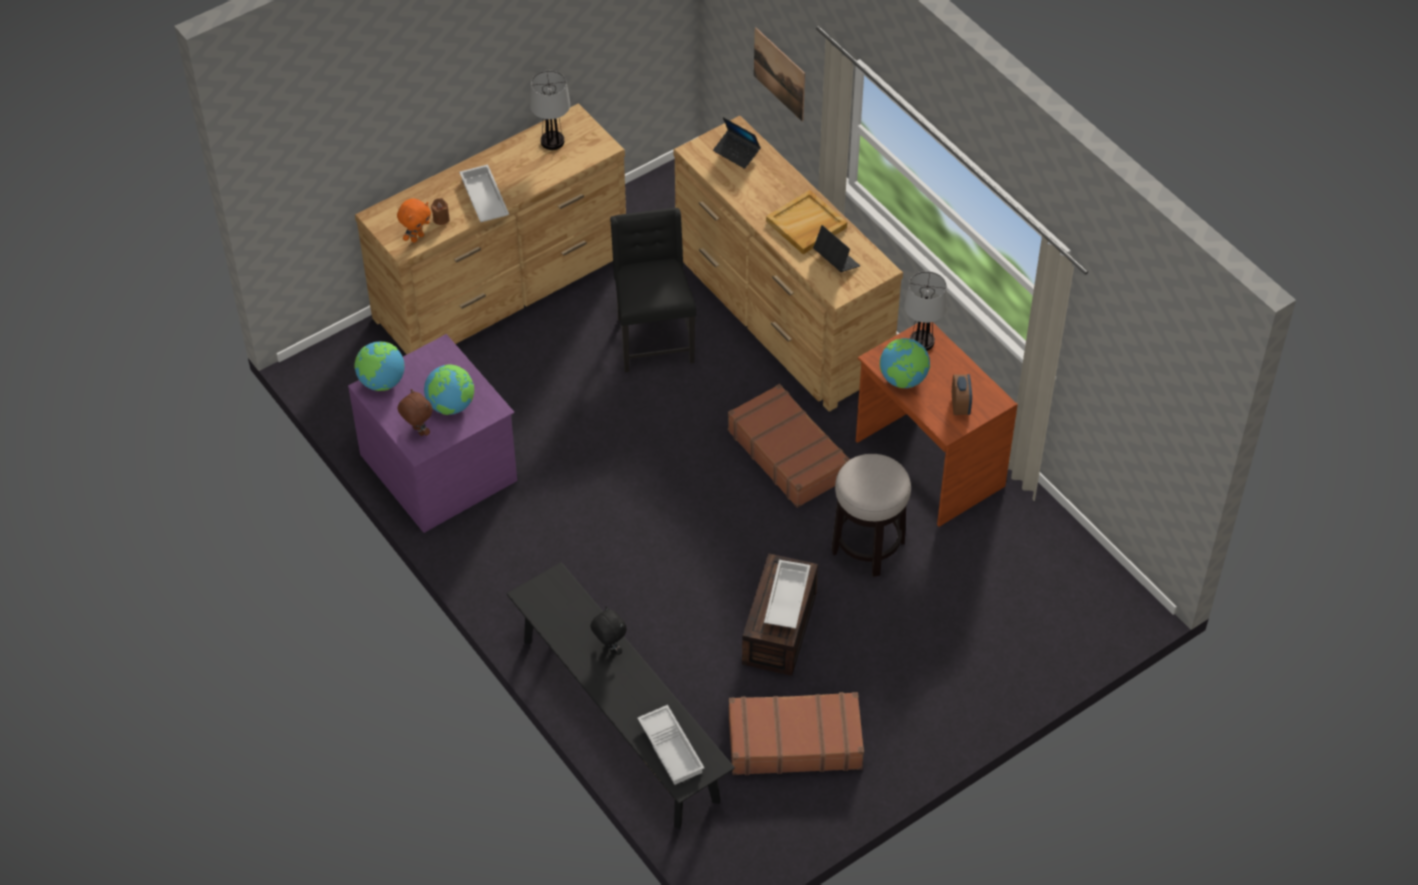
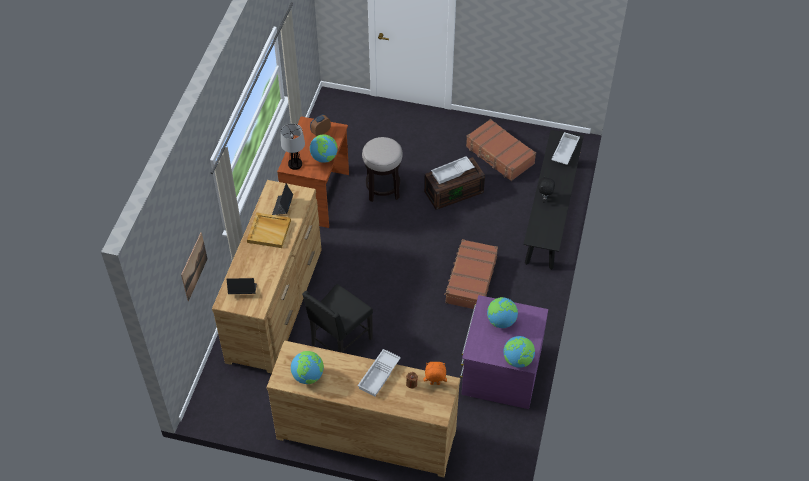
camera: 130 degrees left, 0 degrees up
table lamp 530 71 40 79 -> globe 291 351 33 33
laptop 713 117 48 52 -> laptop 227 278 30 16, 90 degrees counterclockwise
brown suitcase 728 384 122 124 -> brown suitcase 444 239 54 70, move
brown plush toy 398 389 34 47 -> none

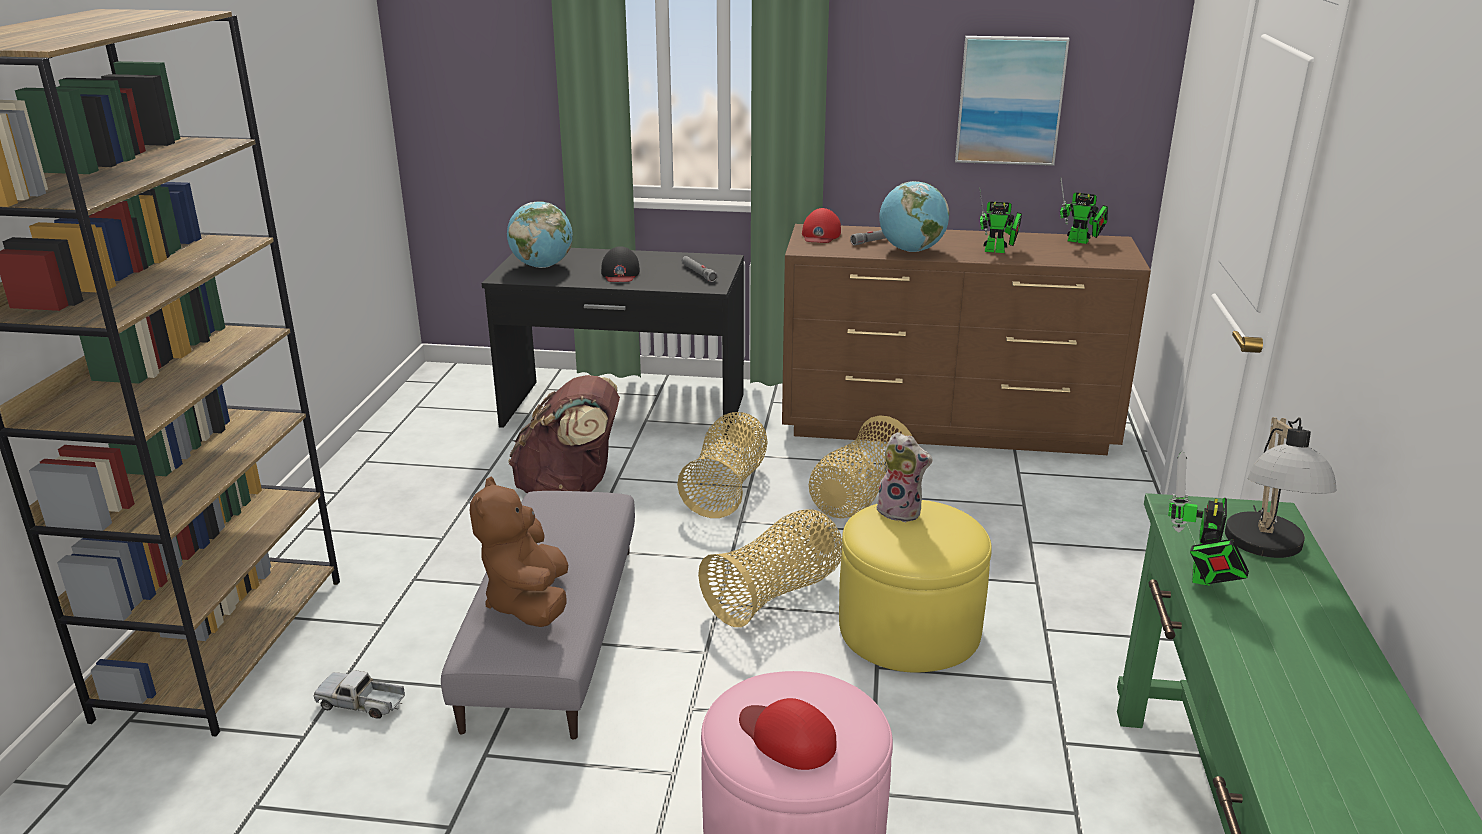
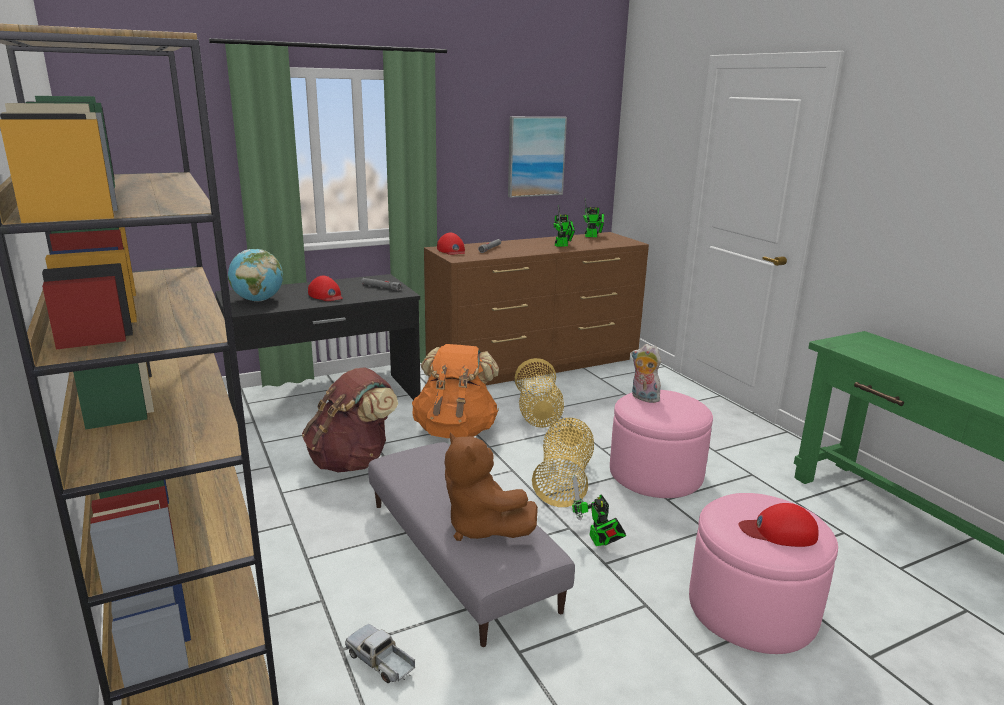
camera: 35 degrees left, 5 degrees down
globe 879 181 70 71 -> none
black cap 601 246 39 36 -> red cap 308 276 35 25
basket 677 412 91 106 -> orange backpack 412 344 87 94
table lamp 1225 417 111 141 -> none
plush toy 877 432 55 91 -> plush toy 632 344 29 59, 135 degrees counterclockwise
toy robot 1168 451 81 135 -> toy robot 572 475 54 71, move
yellow ottoman 839 500 153 173 -> pink ottoman 610 390 103 108
toy truck 313 670 92 49 -> toy truck 345 624 70 59, 60 degrees clockwise

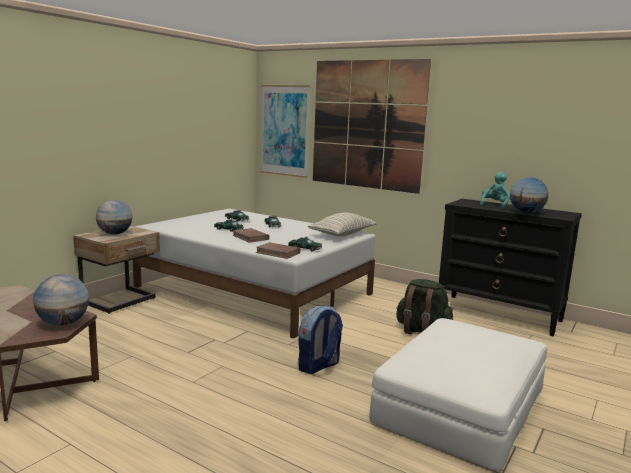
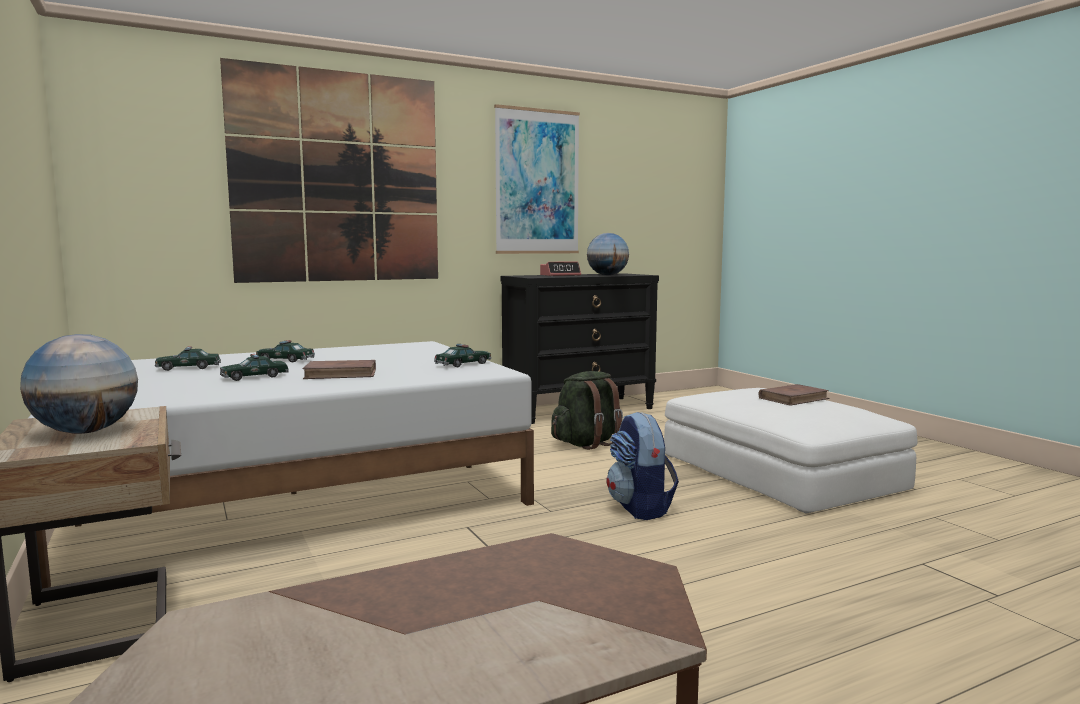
camera: 60 degrees left, 5 degrees down
picture 260 85 50 93 -> picture 494 104 86 150, move
turquoise plush toy 480 172 30 37 -> alarm clock 540 261 41 15
pillow 308 213 69 23 -> none
brown book 256 242 45 17 -> brown book 759 384 71 22, move
globe 33 274 56 51 -> none

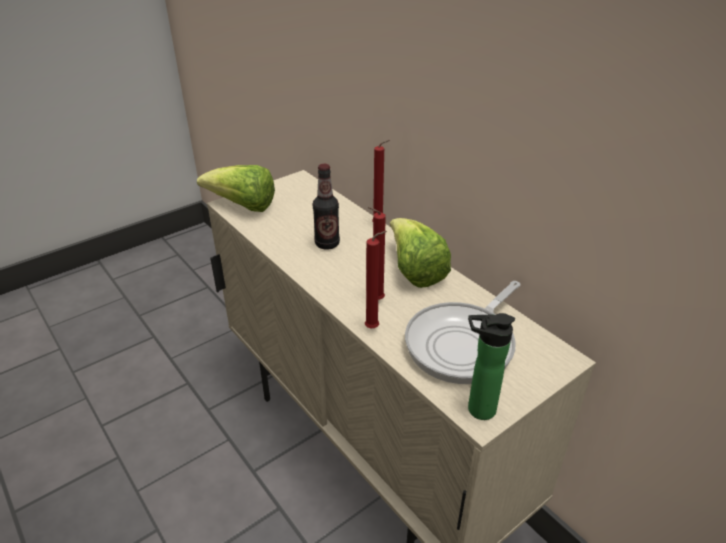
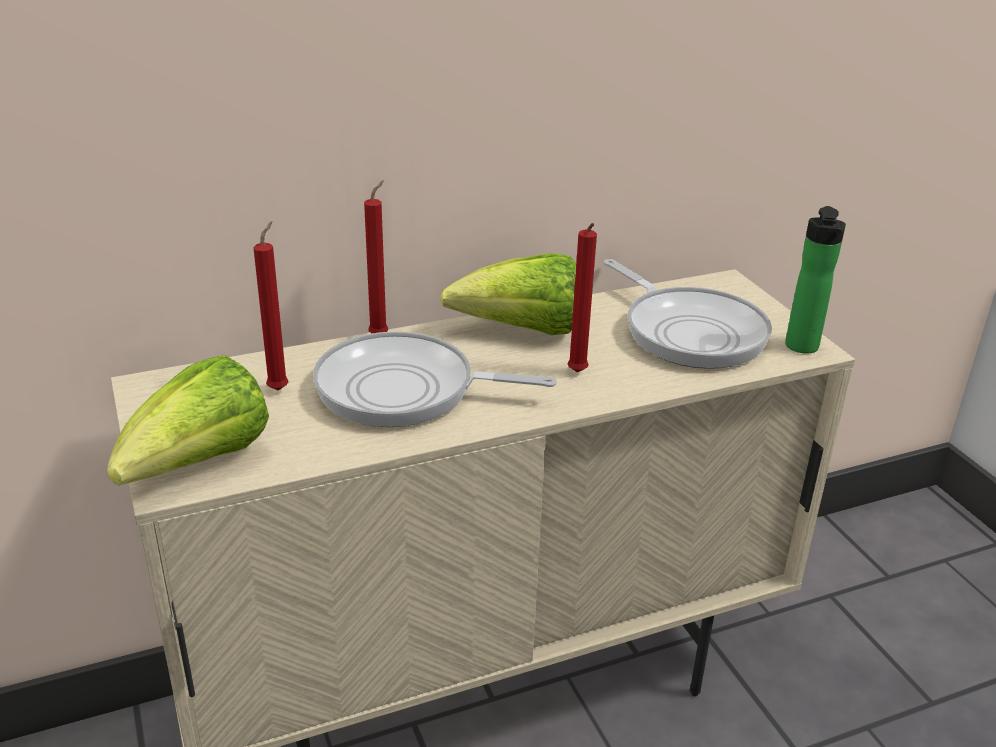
camera: 75 degrees left, 5 degrees down
bottle 313 164 27 86 -> frying pan 313 331 244 96
red candle 365 231 22 97 -> red candle 253 221 35 169, move

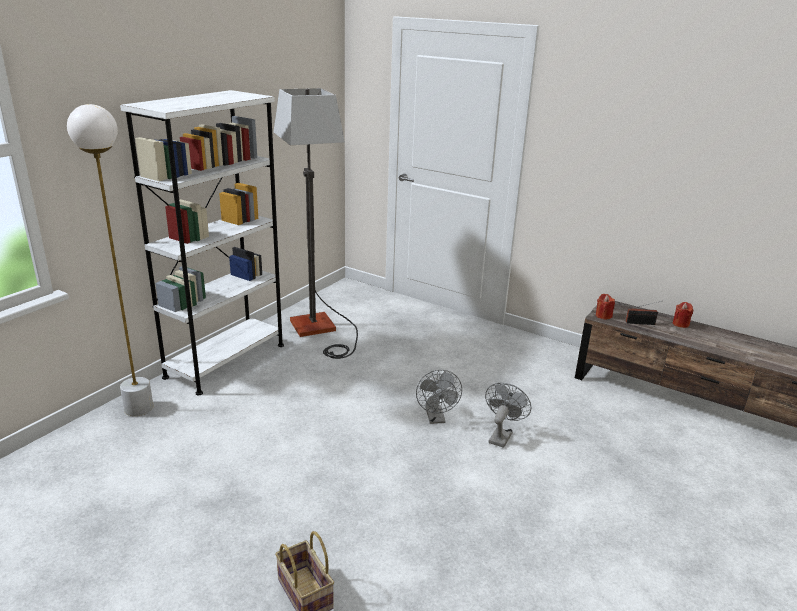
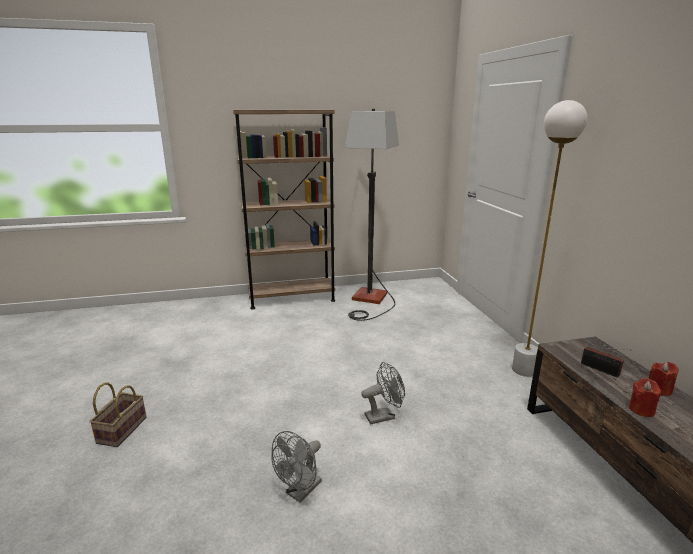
camera: 45 degrees right, 5 degrees down
white bookcase 120 90 164 305 -> brown bookcase 233 110 102 200
white floor lamp 67 104 86 312 -> white floor lamp 512 100 76 277, move
red candle 596 294 19 25 -> red candle 629 378 32 39, move
grey fan 416 370 46 54 -> grey fan 272 431 50 72, move

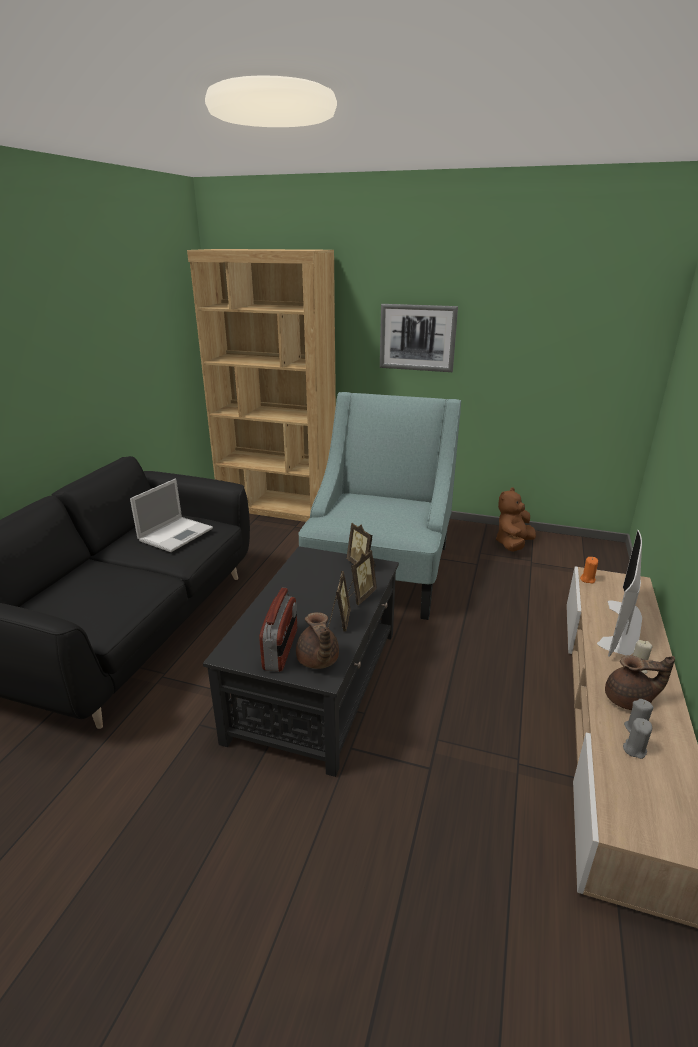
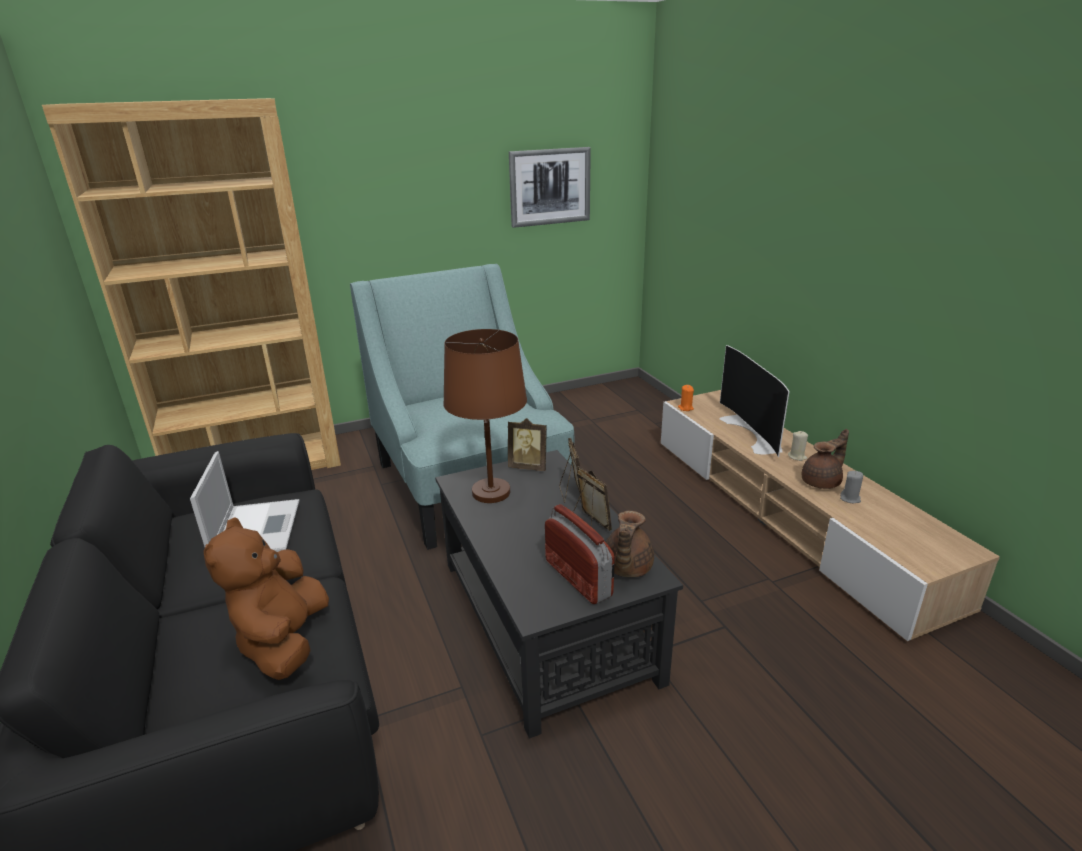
camera: 40 degrees left, 0 degrees up
picture 380 304 78 68 -> picture 509 147 82 81, move
brown plush toy 496 488 40 64 -> brown plush toy 203 517 126 163, move
brown teapot 296 612 43 57 -> brown teapot 606 511 48 66, 75 degrees clockwise
grey candle 623 718 29 41 -> none
none -> brown table lamp 443 329 84 174

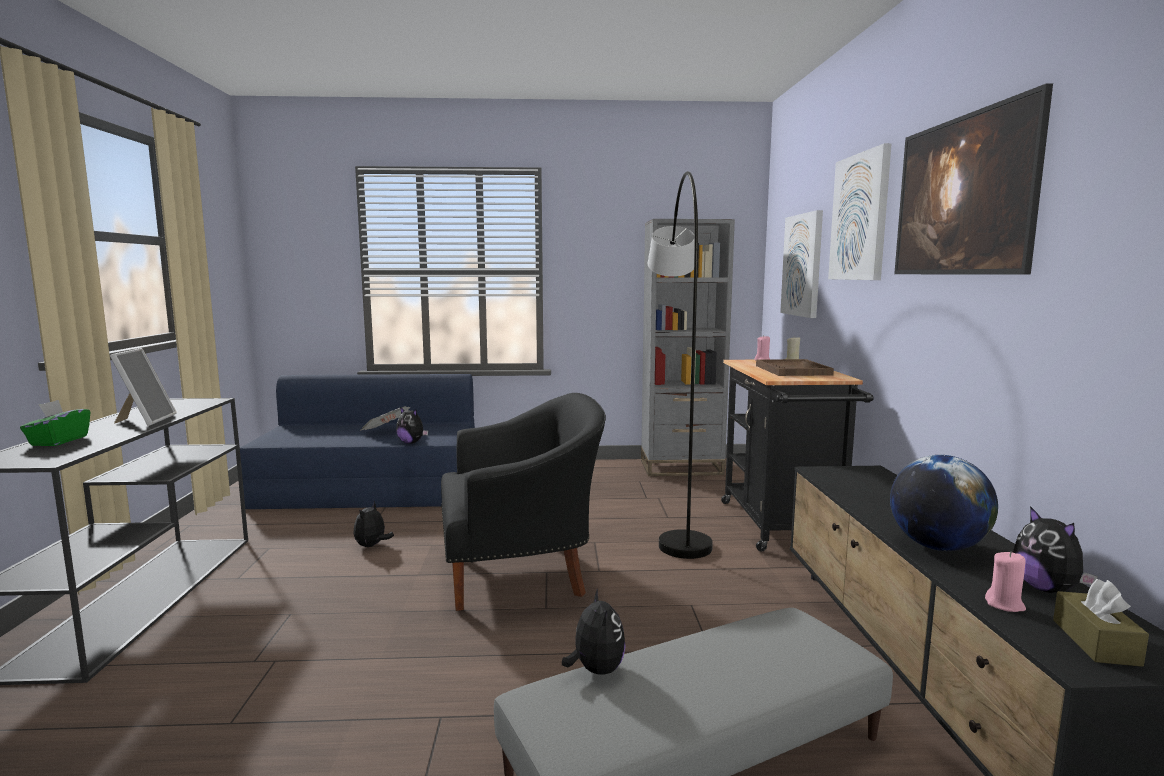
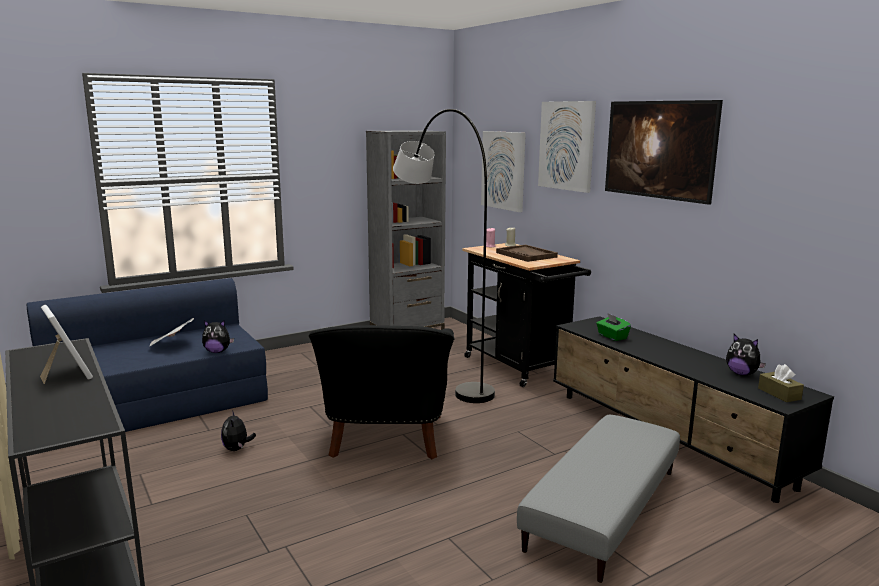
camera: 30 degrees left, 5 degrees up
black armchair 441 393 165 218 -> black armchair 309 325 146 134, 135 degrees clockwise
green tissue box 20 400 70 46 -> green tissue box 596 313 35 28, move
globe 890 455 108 96 -> none
pink candle 985 551 41 61 -> none
plush toy 562 588 64 87 -> none

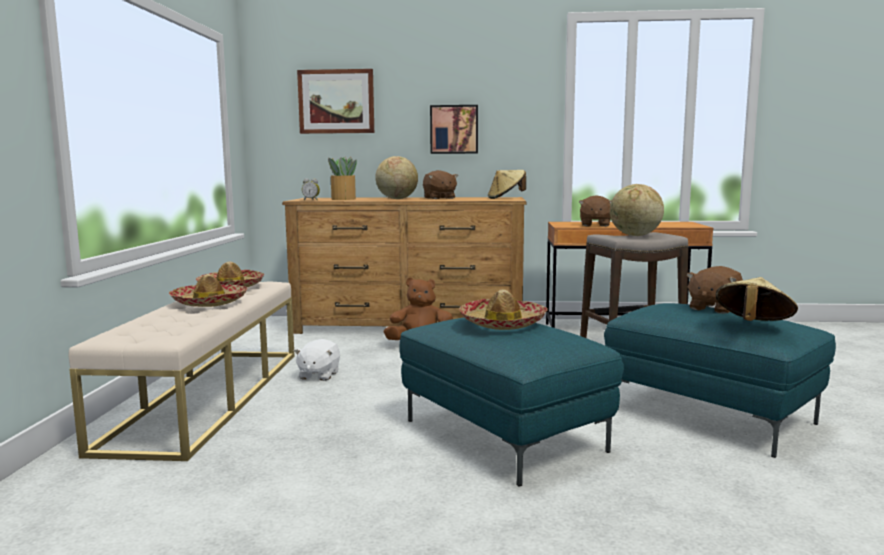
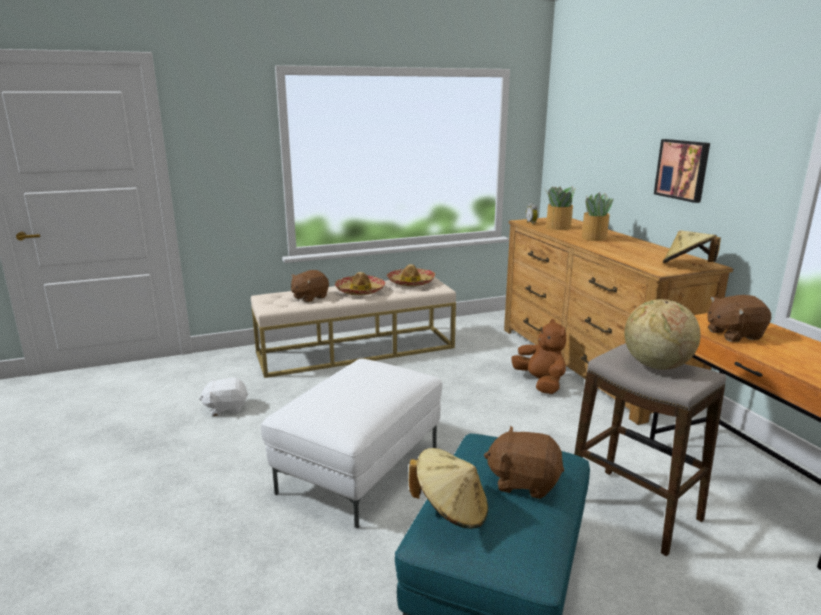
camera: 65 degrees right, 10 degrees up
picture 297 69 77 65 -> none
globe 375 156 43 43 -> potted plant 582 193 32 48
brown plush toy 423 170 35 29 -> brown plush toy 291 270 38 32, move
hat 459 289 88 41 -> none
turquoise ottoman 399 317 225 170 -> white ottoman 261 359 181 169
white plush toy 294 339 46 42 -> white plush toy 199 378 49 38, move

